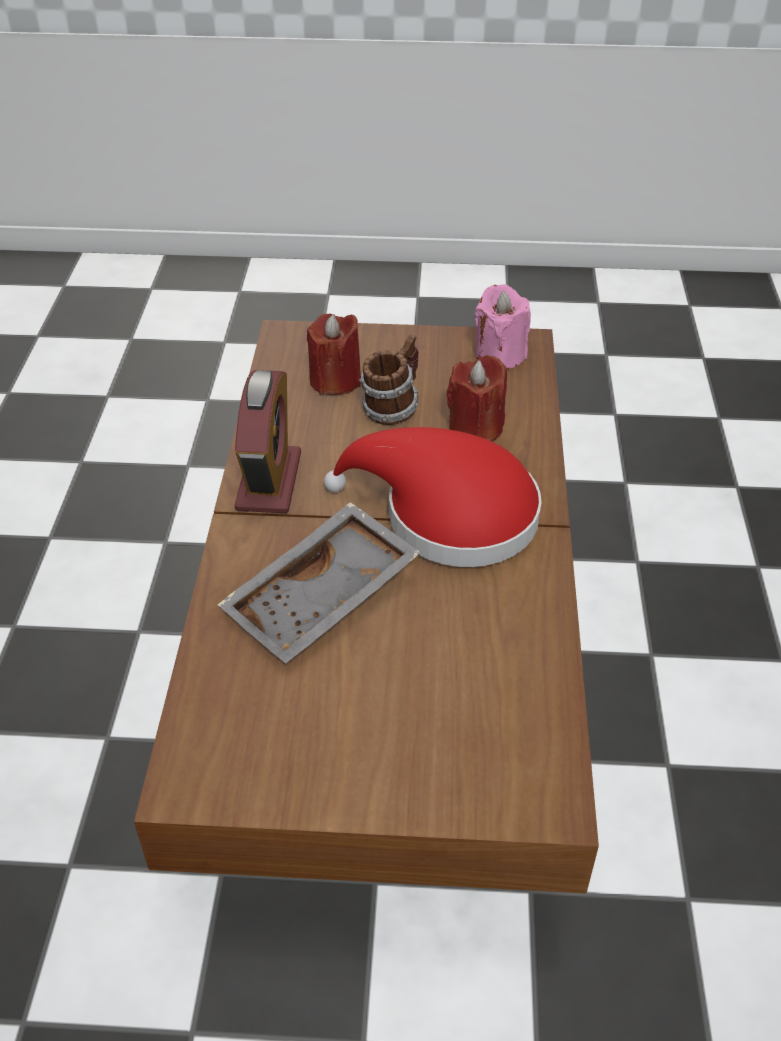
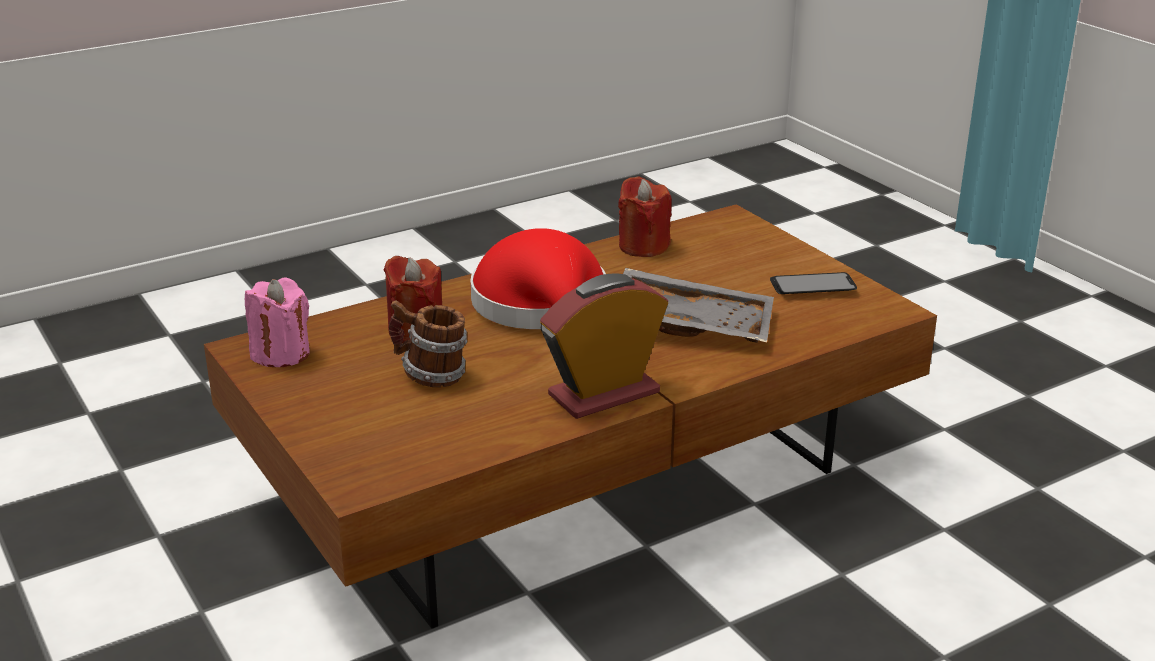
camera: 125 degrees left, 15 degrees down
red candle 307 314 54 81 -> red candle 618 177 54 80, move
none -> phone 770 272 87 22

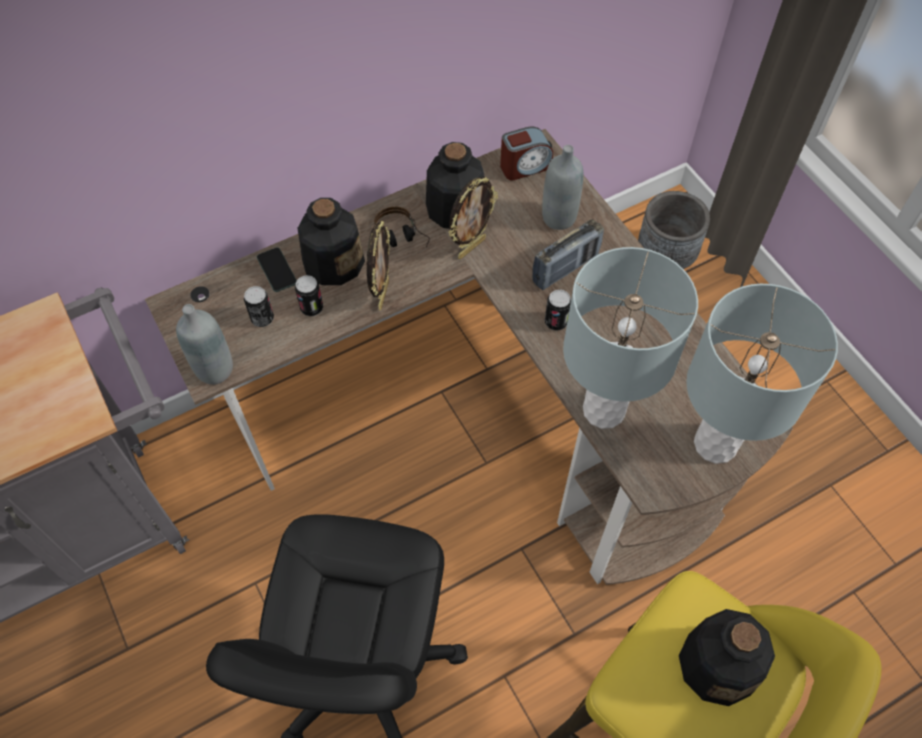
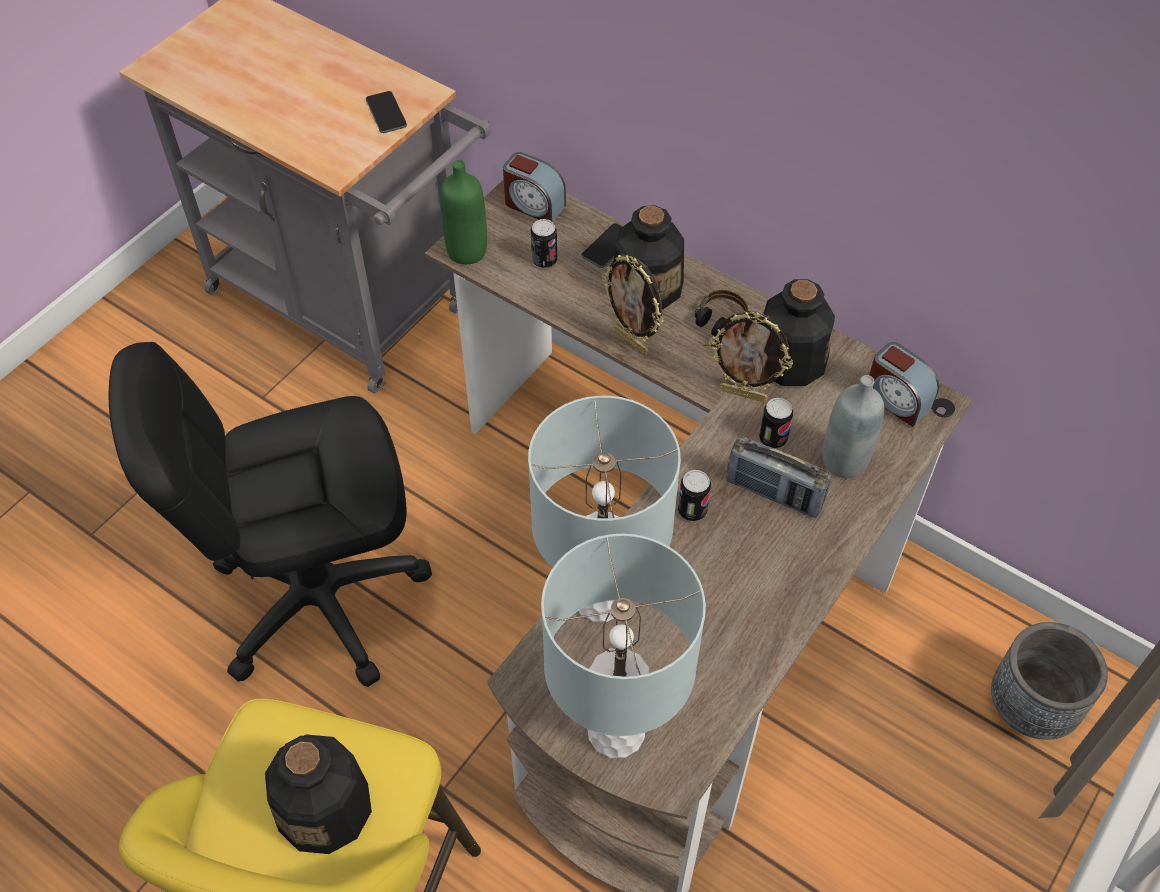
camera: 65 degrees right, 5 degrees down
picture frame 367 221 23 90 -> picture frame 602 254 61 101, 60 degrees clockwise
can 295 275 28 41 -> can 759 398 34 51, move
grey bottle 176 304 57 81 -> green bottle 440 160 47 104
none -> phone 366 91 41 42
none -> alarm clock 503 152 63 70

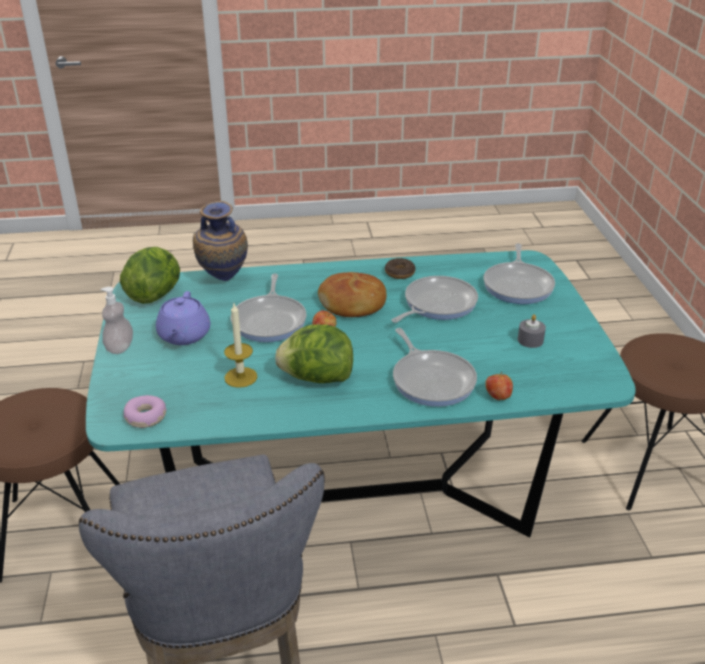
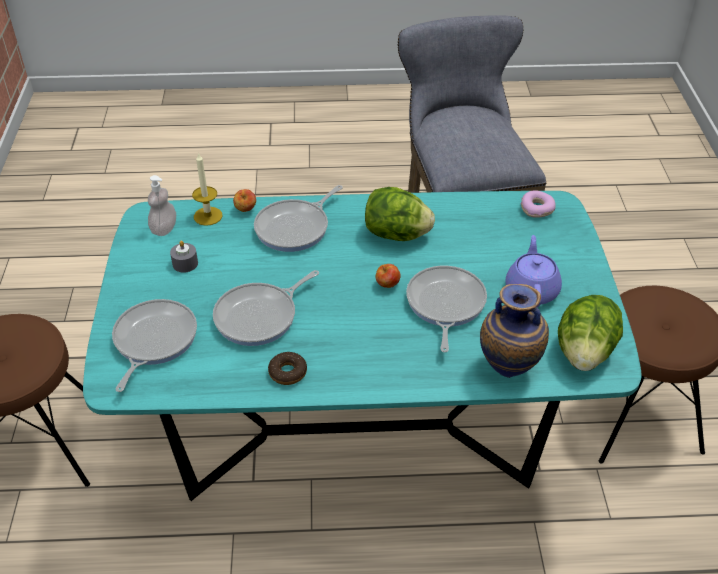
camera: 175 degrees left, 10 degrees up
bread 318 272 69 45 -> none
soap dispenser 101 287 32 67 -> soap dispenser 148 175 28 61, move
candle 224 304 33 84 -> candle 192 152 30 74, move
frying pan 393 328 84 79 -> frying pan 254 185 89 67, 120 degrees counterclockwise

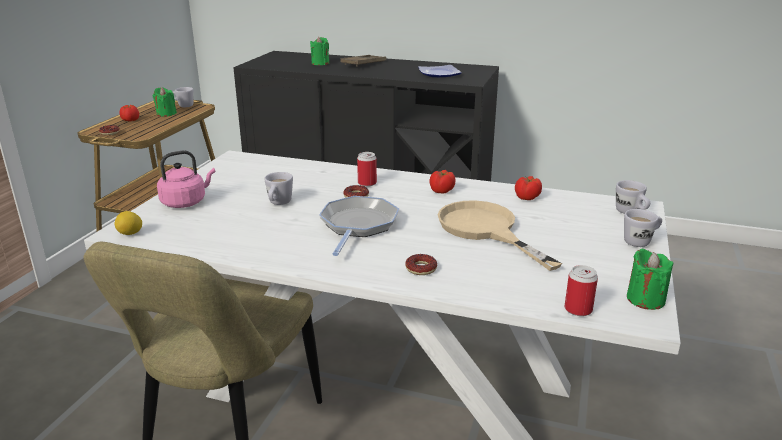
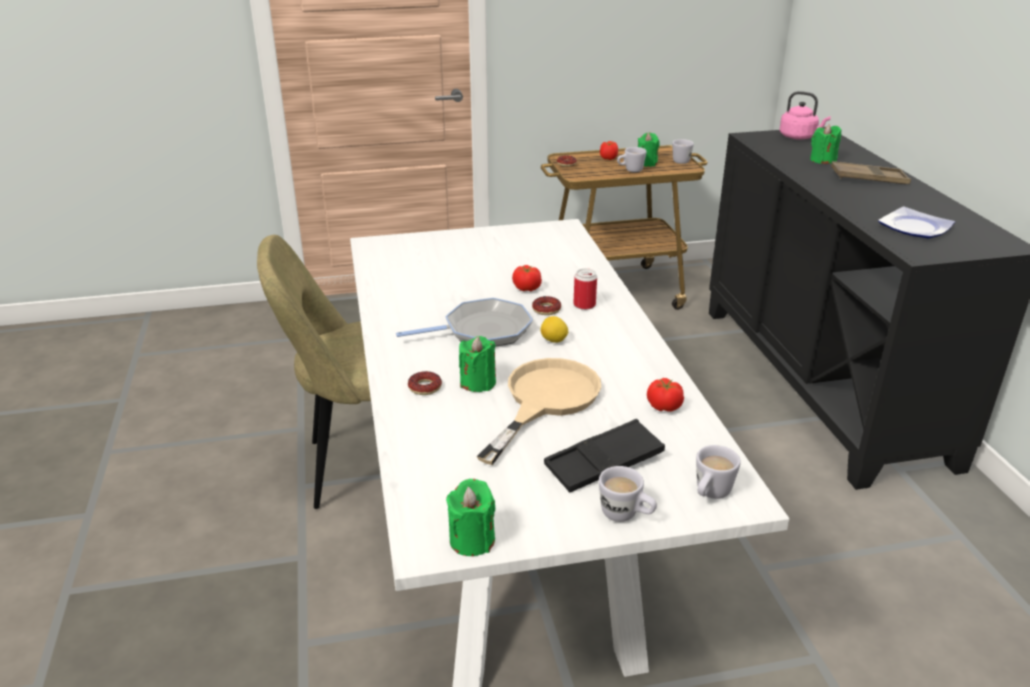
camera: 60 degrees right, 5 degrees up
pink kettle 157 150 58 58 -> pink kettle 780 91 51 49, move
tomato 429 170 26 24 -> tomato 512 265 30 26, move
white mug 264 172 29 33 -> white mug 617 147 30 25, move
lemon 115 211 27 24 -> lemon 540 316 29 27, move
can 565 265 33 51 -> none
none -> green candle 459 336 37 56
none -> black tray 544 419 121 74

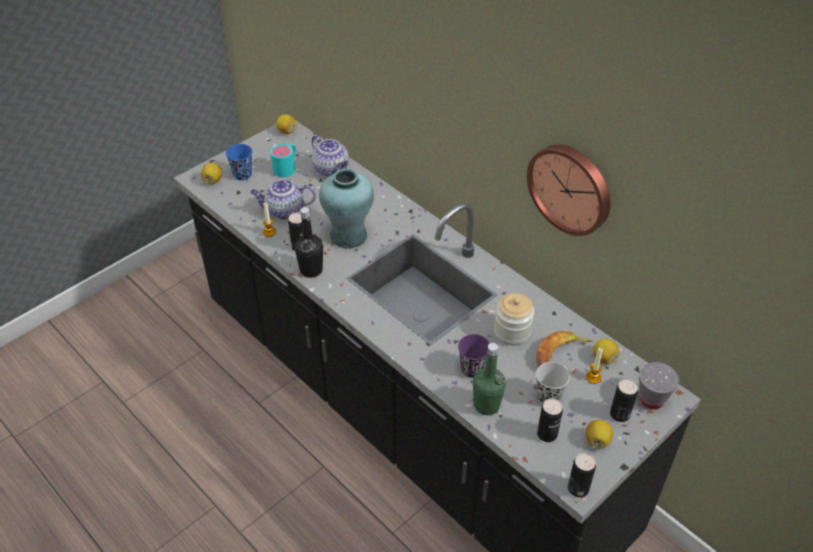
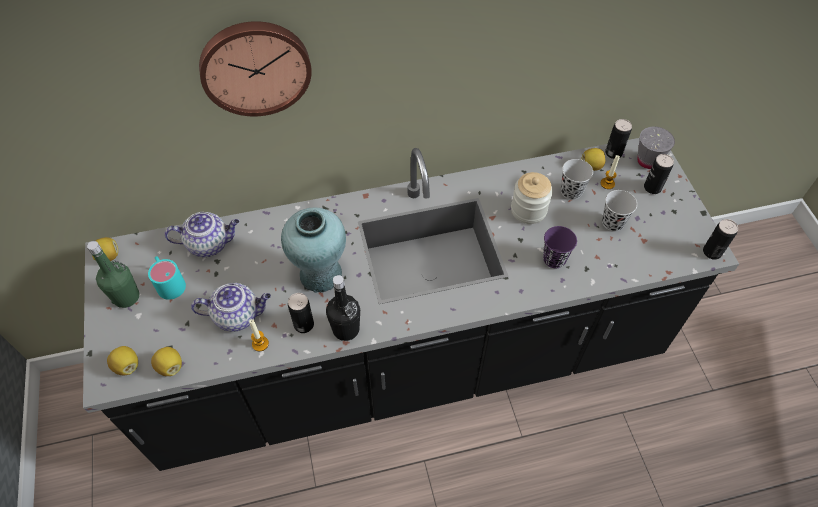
camera: 60 degrees left, 10 degrees up
blue cup 226 144 26 36 -> none
wall clock 527 144 83 92 -> wall clock 199 21 113 95, move
teapot 250 179 66 40 -> teapot 191 283 80 49, 120 degrees counterclockwise
banana 536 331 57 36 -> black cup 561 159 32 41
green bottle 473 343 33 72 -> green bottle 87 241 52 67, move
can 537 398 26 44 -> can 605 119 27 40, move
lemon 586 420 27 29 -> lemon 151 347 31 29, move

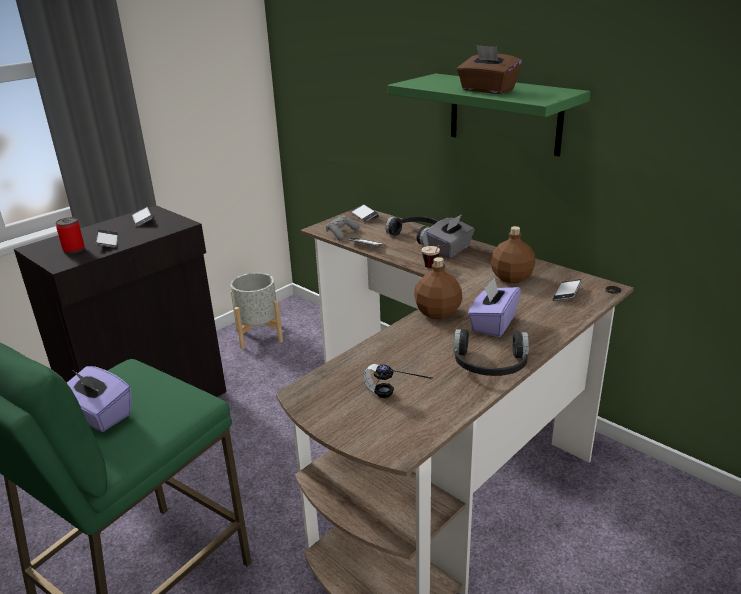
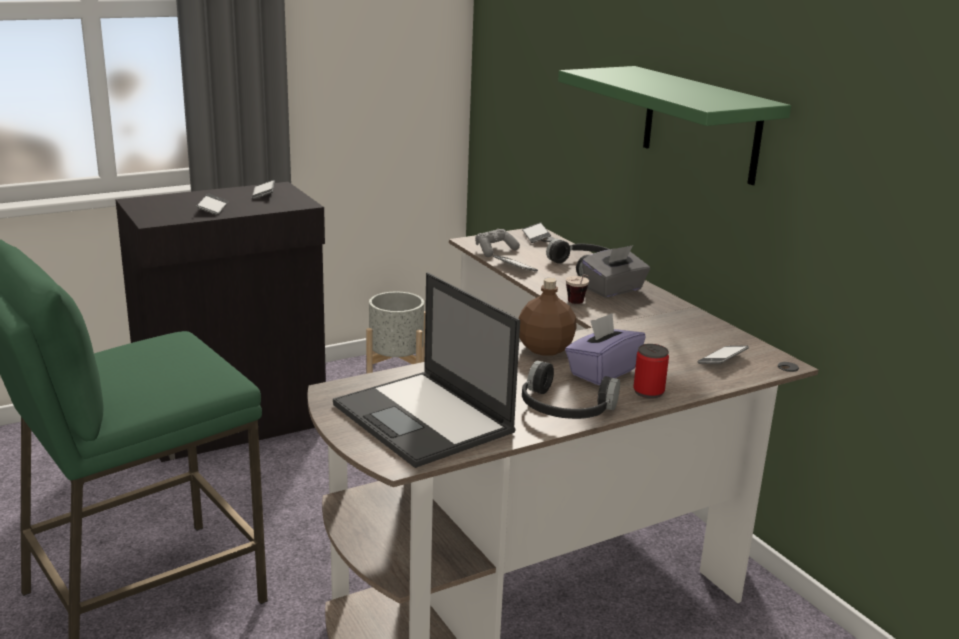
camera: 15 degrees right, 5 degrees down
brown tissue box 457 45 65 49 -> none
can 56 217 29 37 -> can 633 344 36 54, move
brown bottle 491 226 44 57 -> none
headphones 364 364 69 34 -> laptop 333 272 187 196
purple tissue box 67 366 64 66 -> none

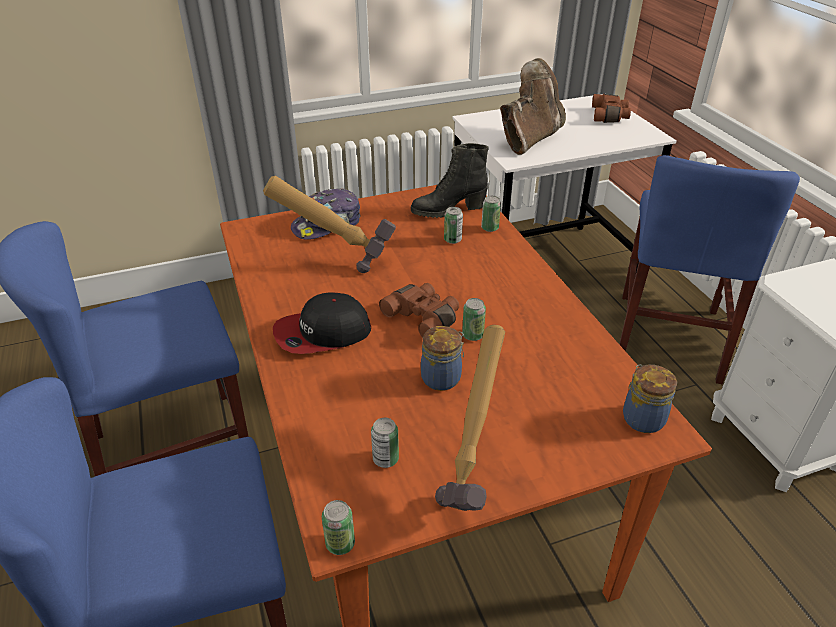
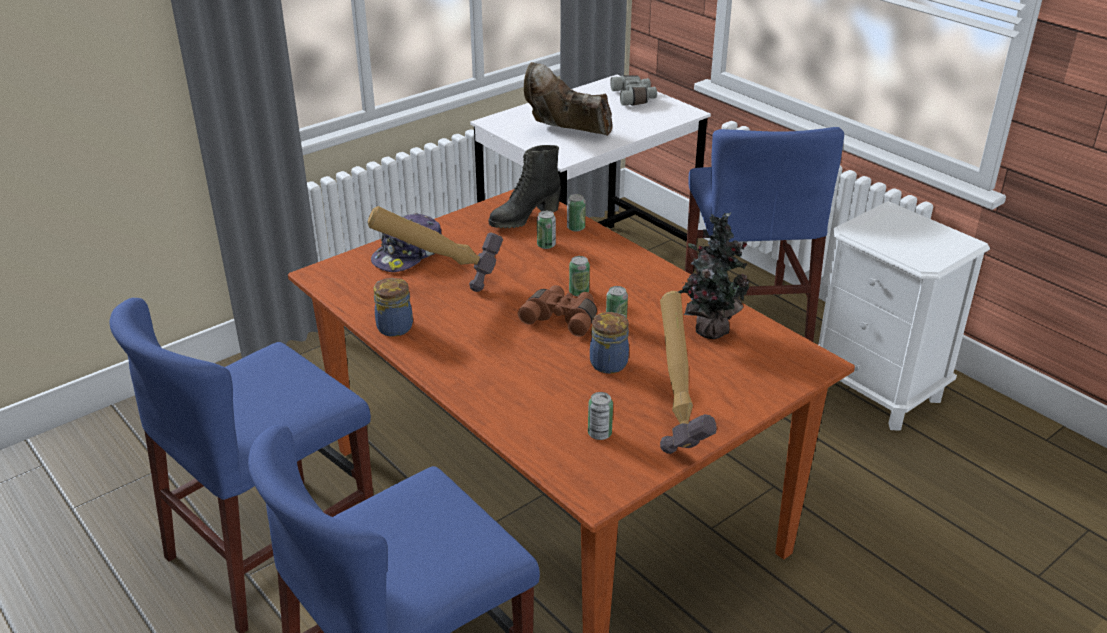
camera: 20 degrees left, 5 degrees down
brown boot 500 58 66 97 -> brown boot 524 62 89 74, 90 degrees counterclockwise
brown binoculars 592 94 39 29 -> grey binoculars 610 75 47 31
cap 273 292 98 62 -> none
jar 623 364 54 69 -> jar 373 278 40 59, move
can 322 500 33 55 -> can 569 256 21 41, move
none -> potted plant 678 213 71 126

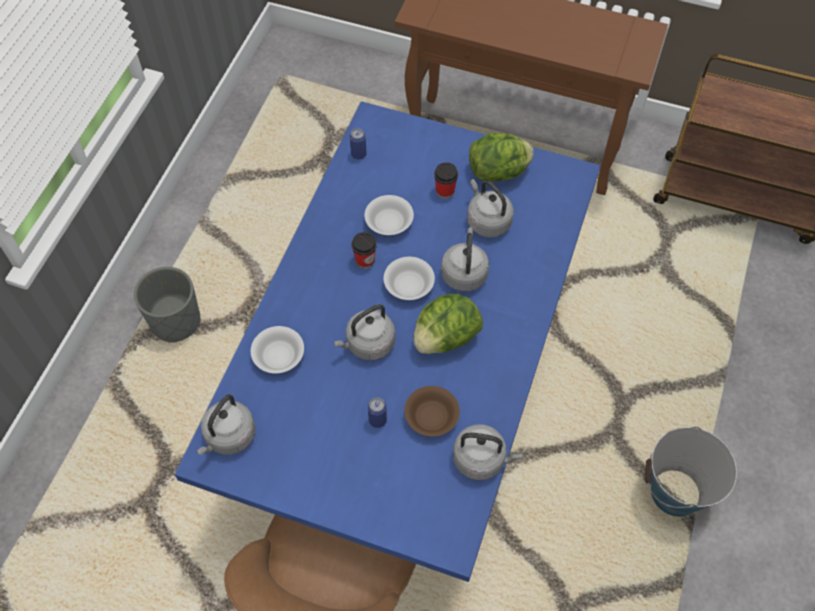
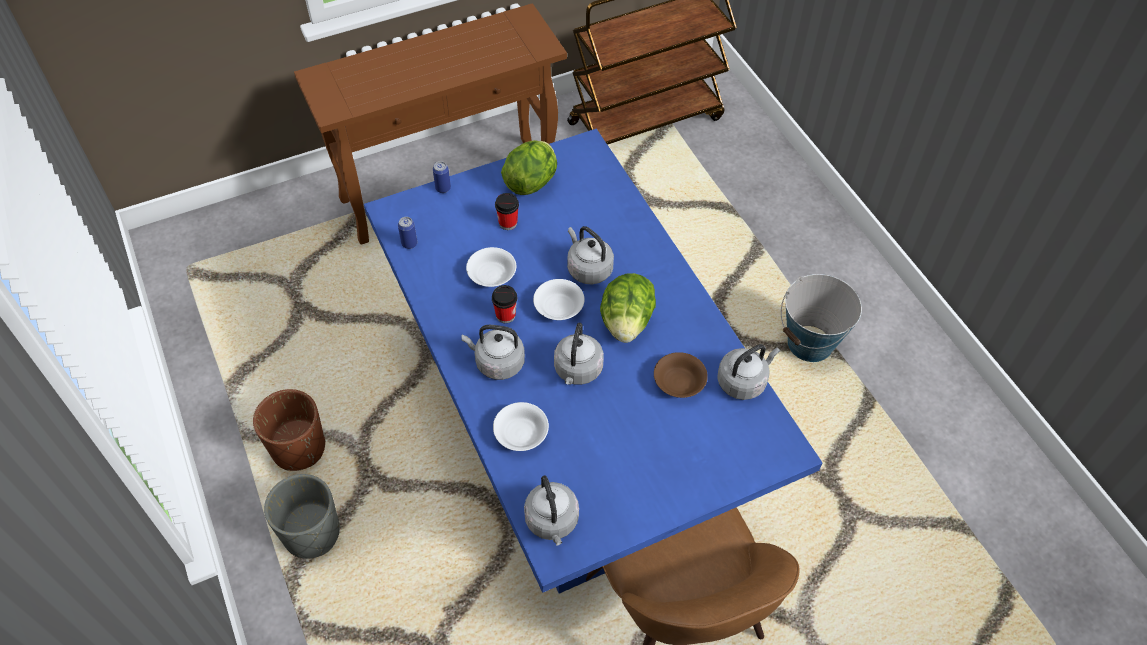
camera: 45 degrees left, 5 degrees down
grey kettle 467 179 47 59 -> grey kettle 461 325 64 55, move
can 368 398 19 30 -> can 433 161 18 32, move
none -> brown planter 253 389 72 82

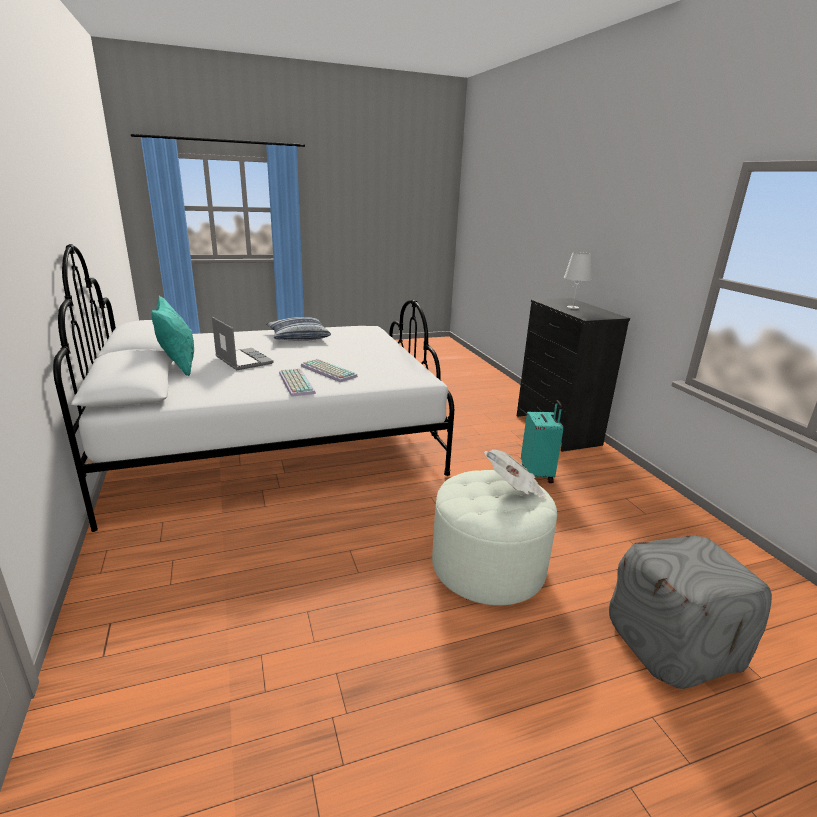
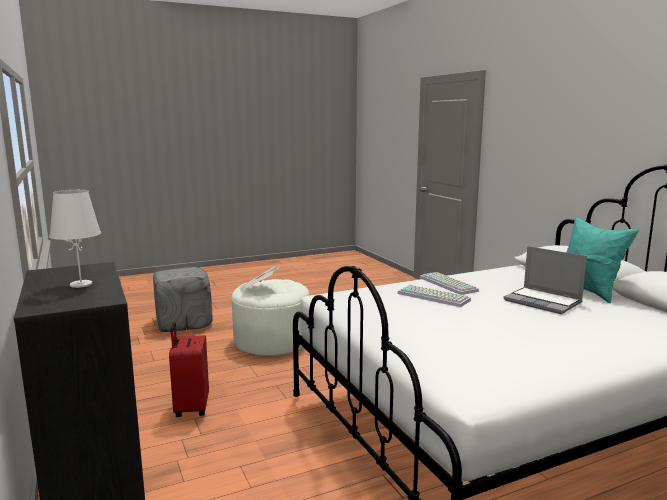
camera: 175 degrees right, 10 degrees down
pillow 266 317 65 24 -> none
turquoise suitcase 521 400 42 83 -> red suitcase 169 322 40 95

